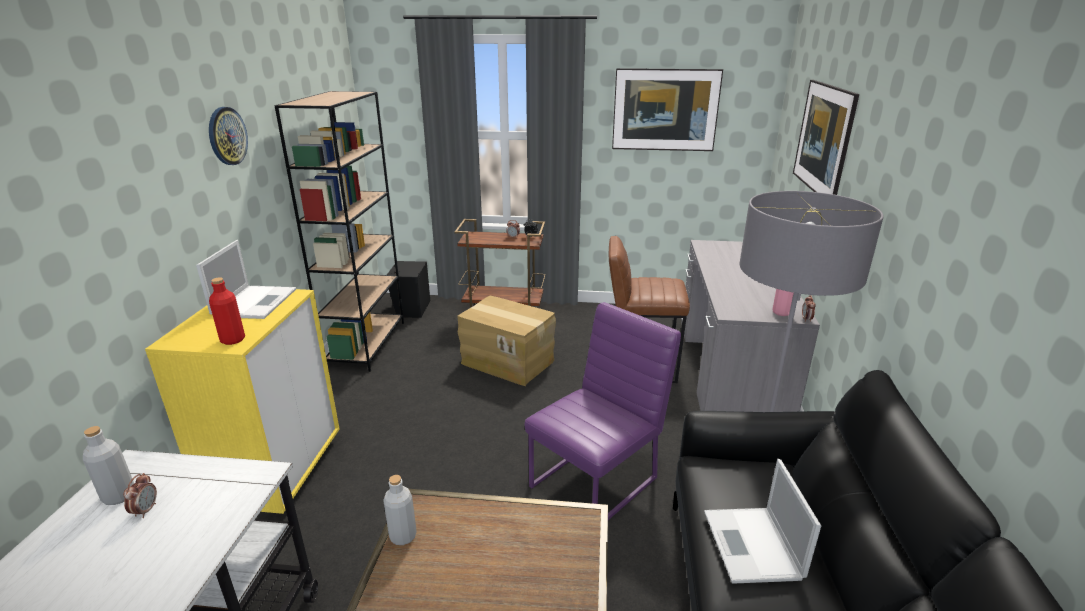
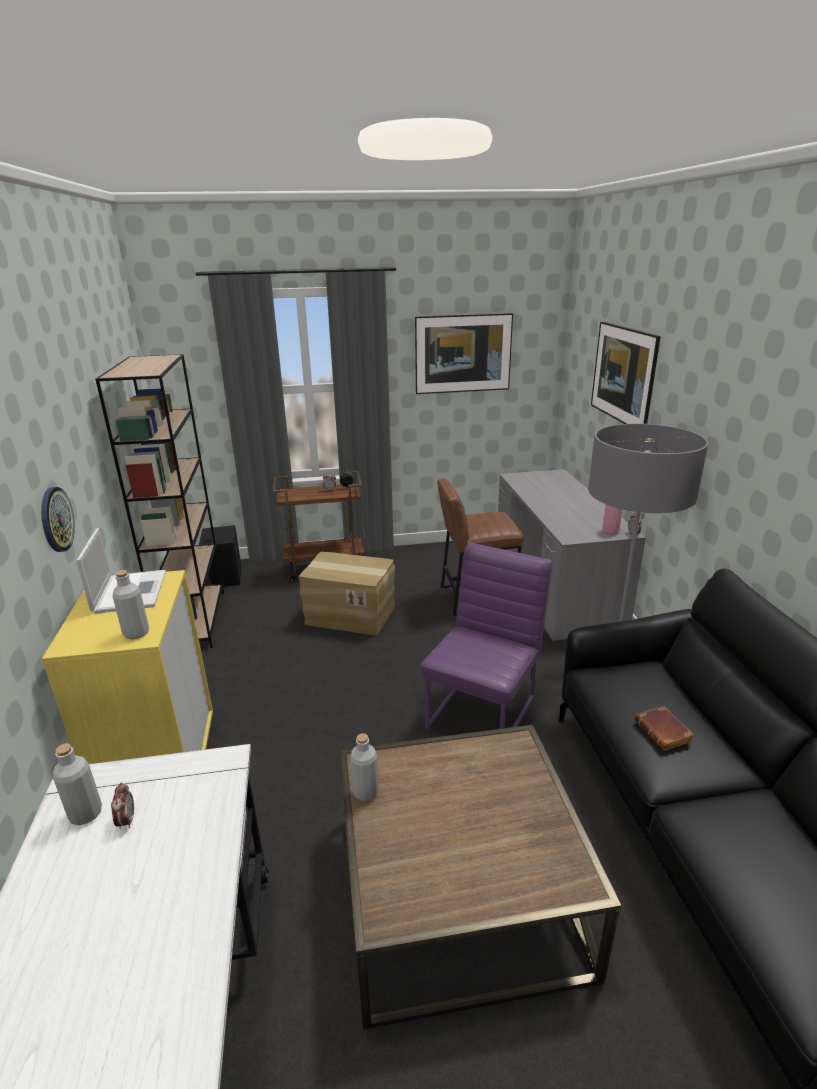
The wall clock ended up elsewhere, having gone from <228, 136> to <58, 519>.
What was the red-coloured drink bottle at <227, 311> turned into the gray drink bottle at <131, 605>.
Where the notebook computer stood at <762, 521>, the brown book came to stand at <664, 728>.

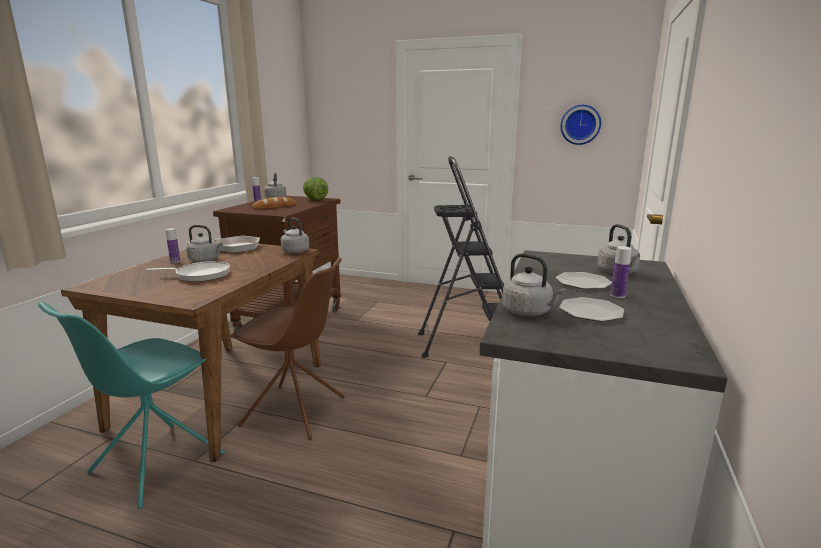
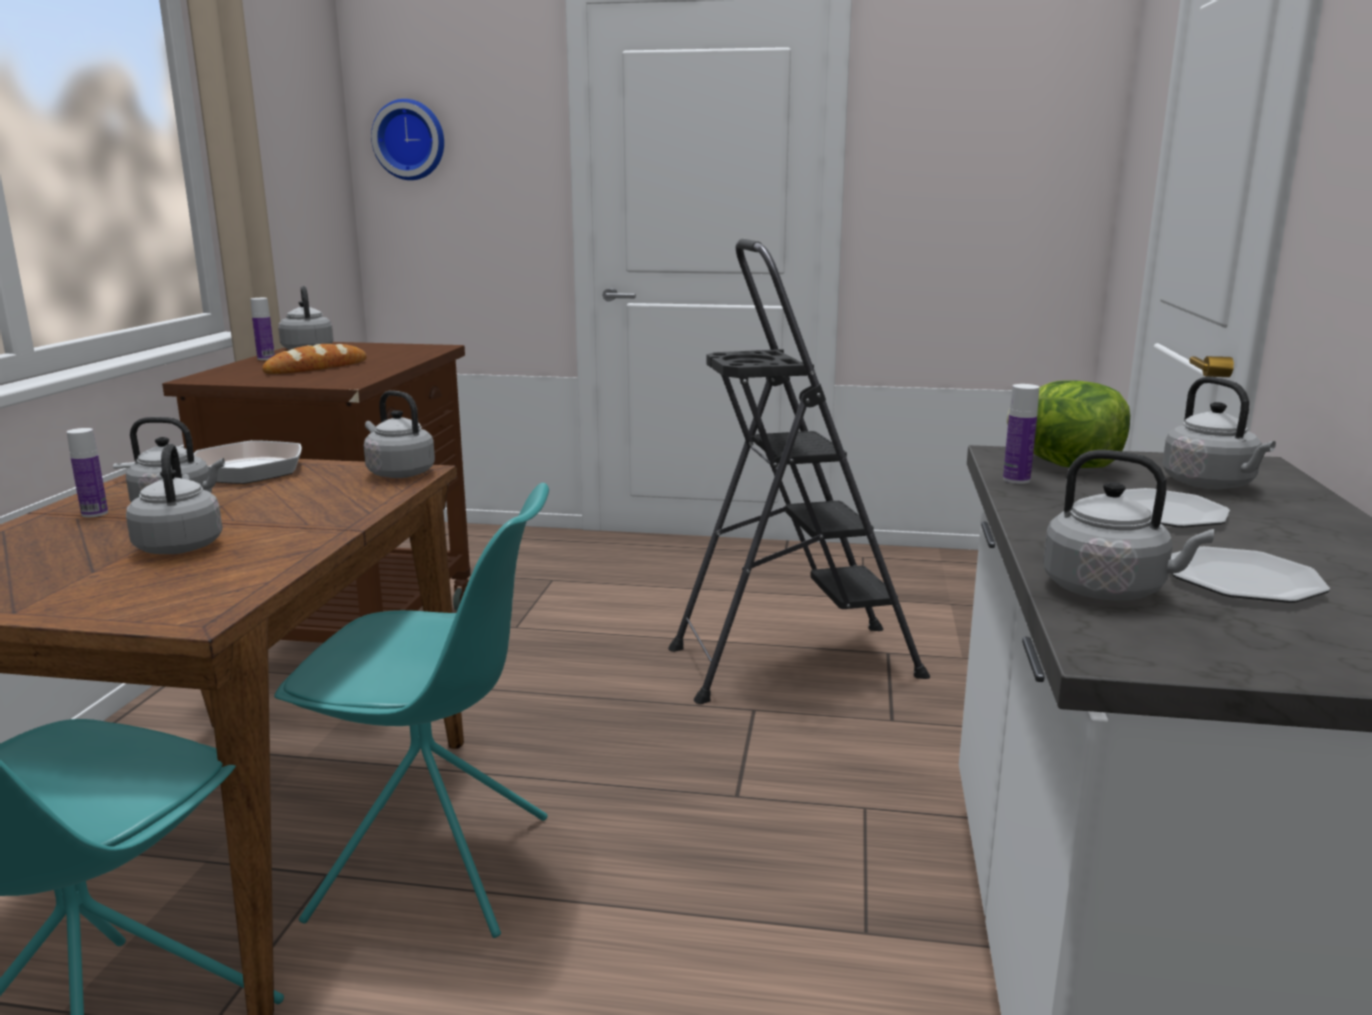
Where the frying pan stood at <188, 271>, the gray kettle came to stand at <174, 498>.
What was the brown plain chair at <287, 349> turned into the turquoise-coloured plain chair at <411, 710>.
The lettuce ended up elsewhere, having gone from <315, 188> to <1068, 424>.
The wall clock ended up elsewhere, having gone from <580, 125> to <407, 139>.
The drink bottle ended up elsewhere, having gone from <621, 272> to <1021, 434>.

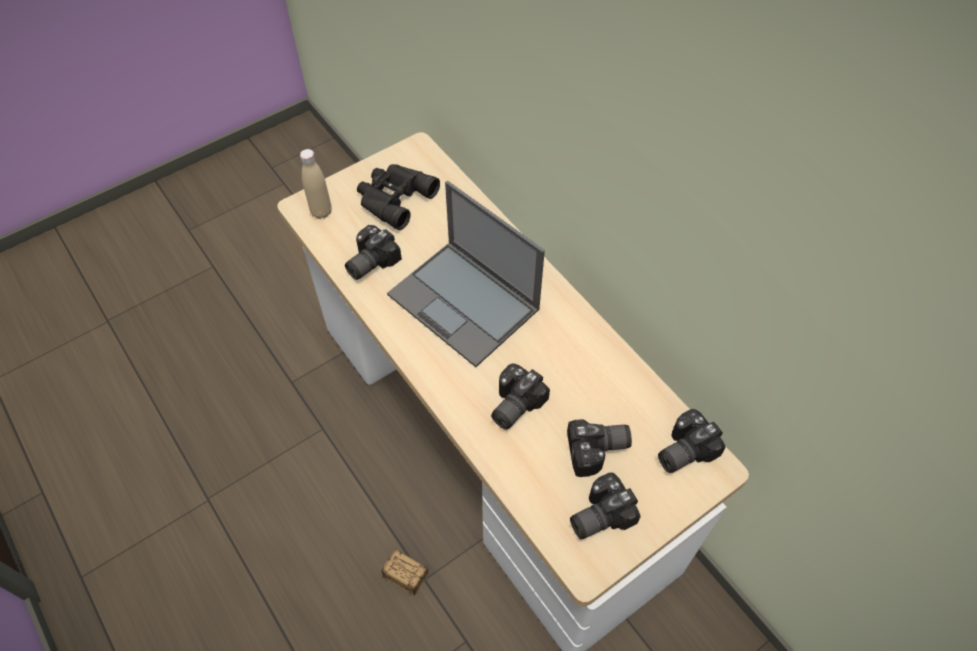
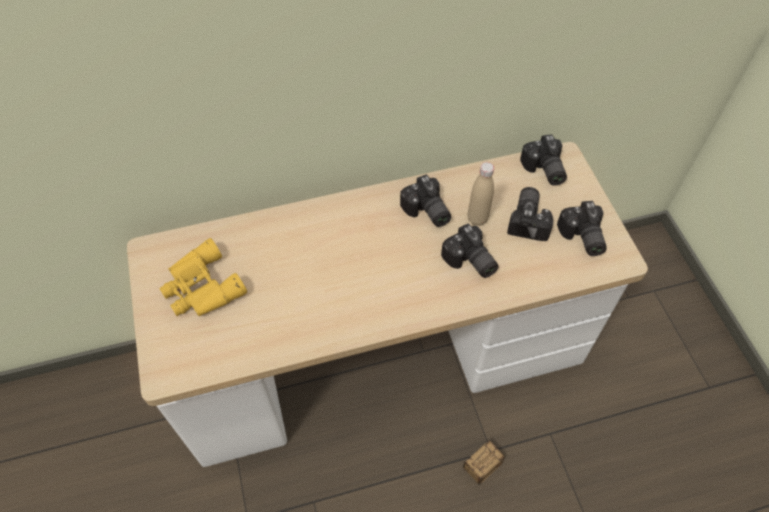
The beige-coloured drink bottle ended up elsewhere, having gone from <316, 184> to <481, 194>.
The still camera ended up elsewhere, having gone from <373, 252> to <425, 200>.
What was the black-coloured binoculars at <398, 197> turned into the yellow binoculars at <203, 277>.
The second view lost the notebook computer at <466, 274>.

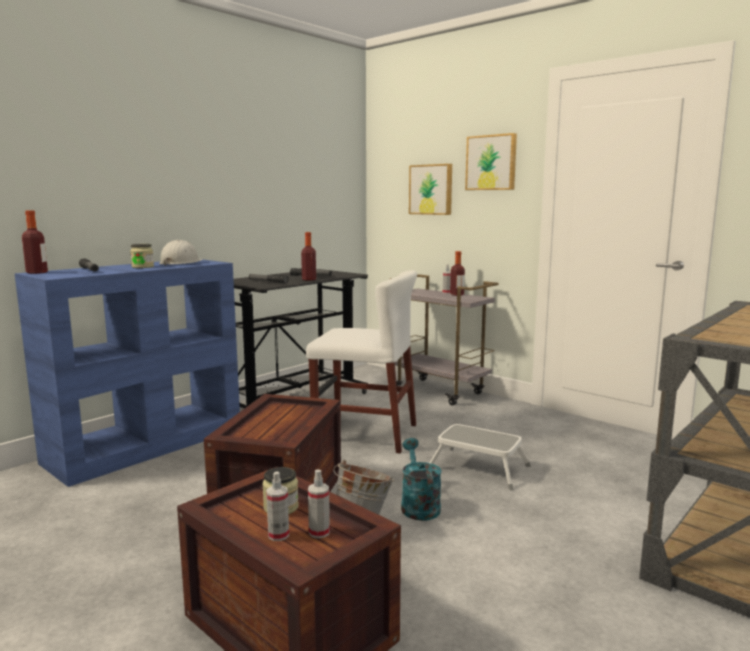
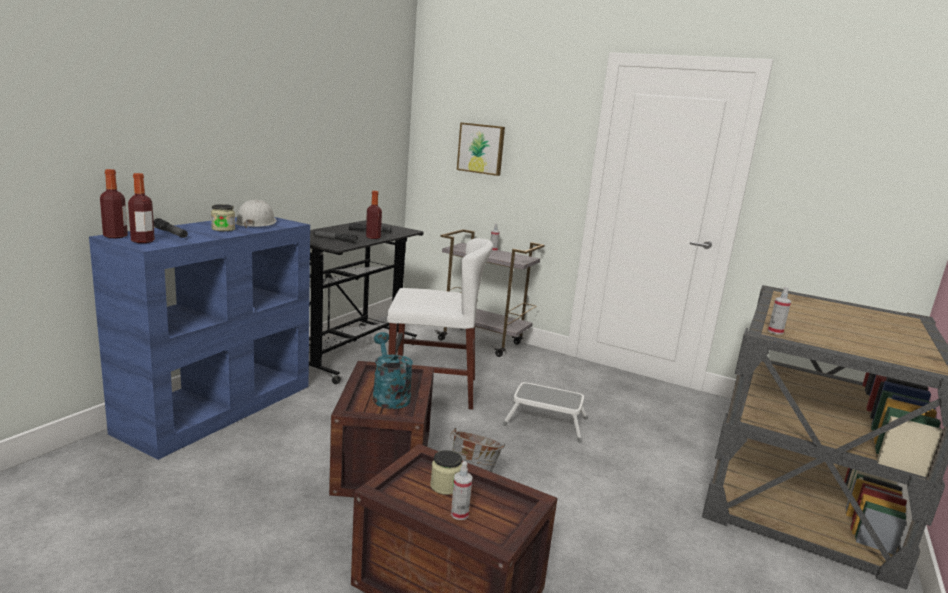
The hand sprayer ended up elsewhere, having gone from <319, 504> to <779, 311>.
The turquoise-coloured sprinkling can ended up elsewhere, having gone from <421, 479> to <393, 370>.
The drink bottle ended up elsewhere, having gone from <457, 273> to <141, 208>.
The second view lost the picture at <491, 161>.

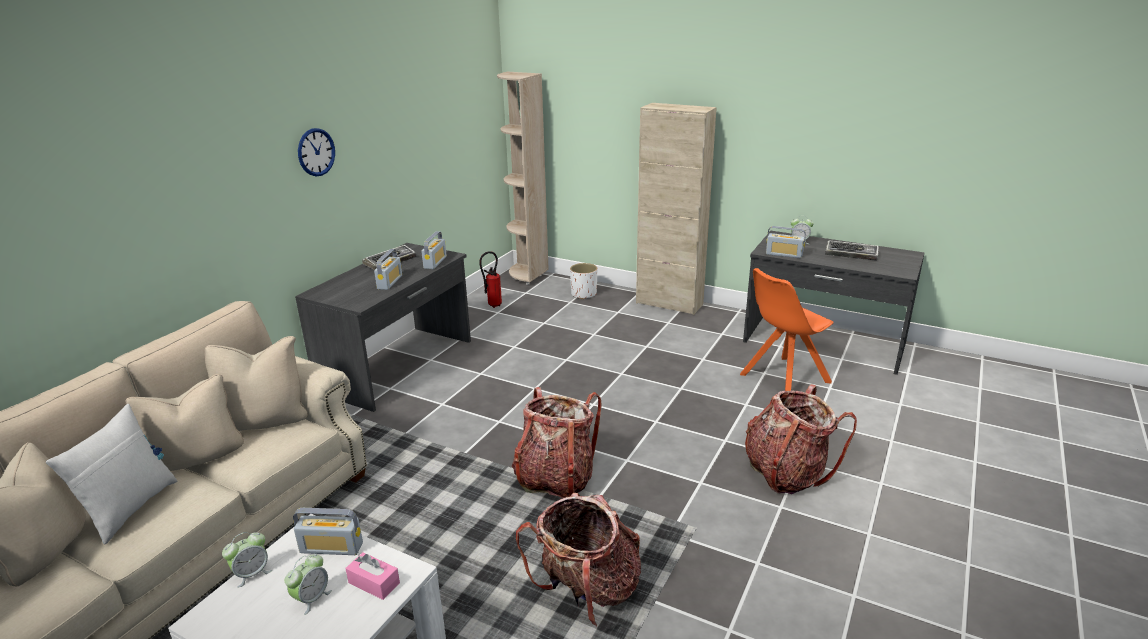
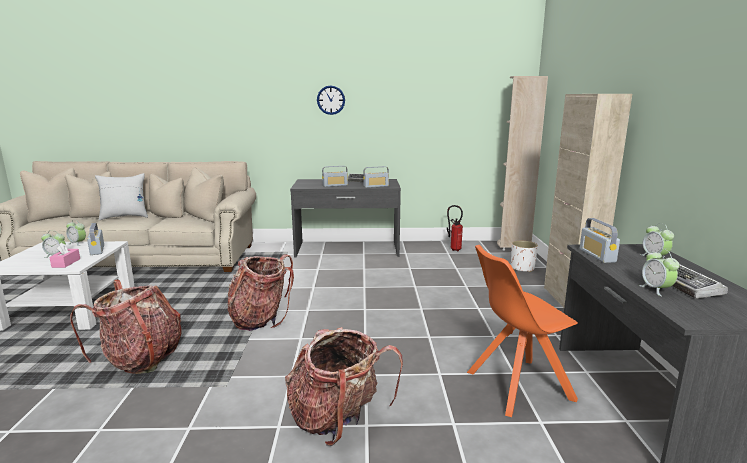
The orangey plain chair at <787, 329> ended up facing another way, 45 degrees counterclockwise from before.
The second view gained the alarm clock at <659, 272>.

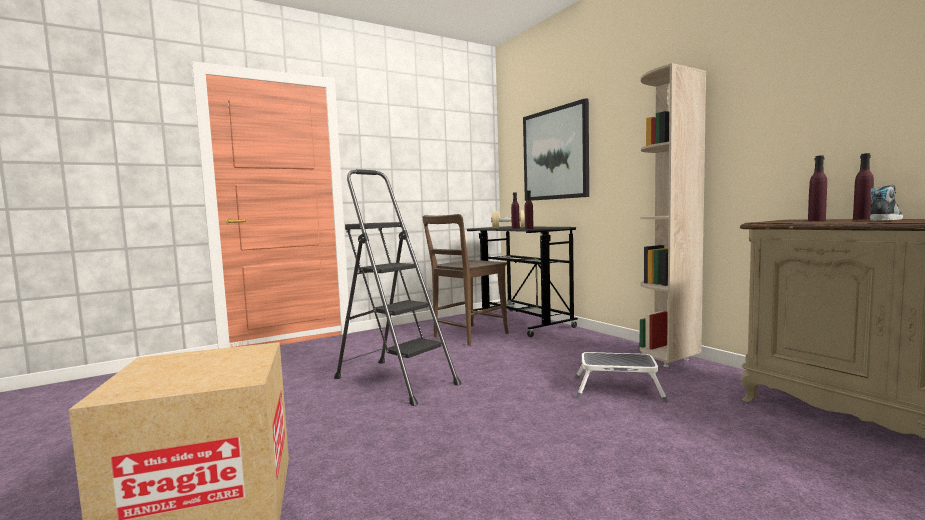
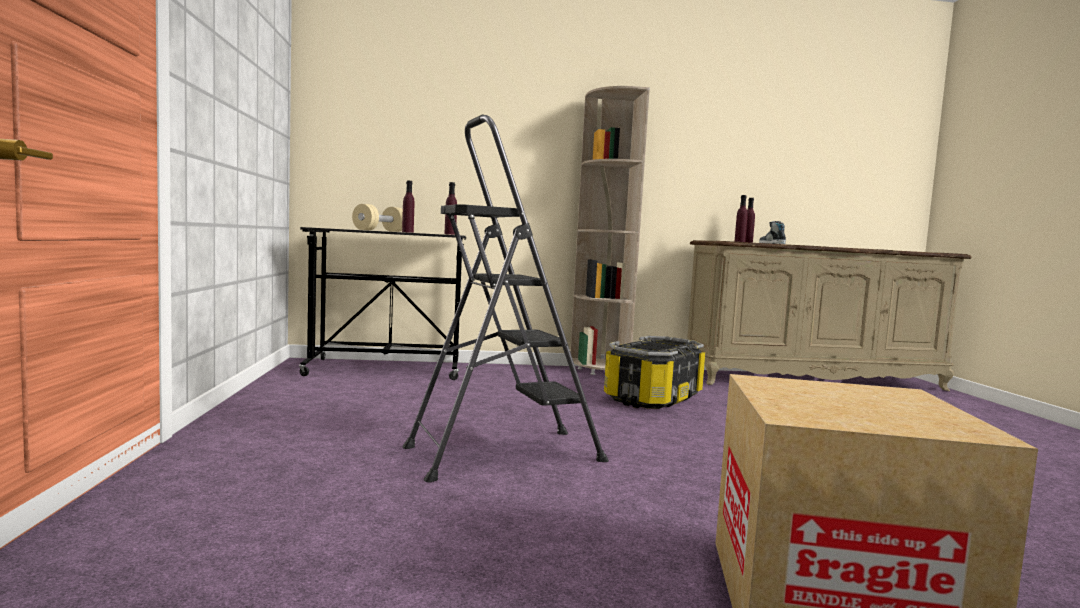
The second view lost the brown plain chair at <466, 280>.
The second view lost the picture at <556, 149>.
Where the gray stepladder stood at <622, 377>, the storage bin came to stand at <654, 372>.

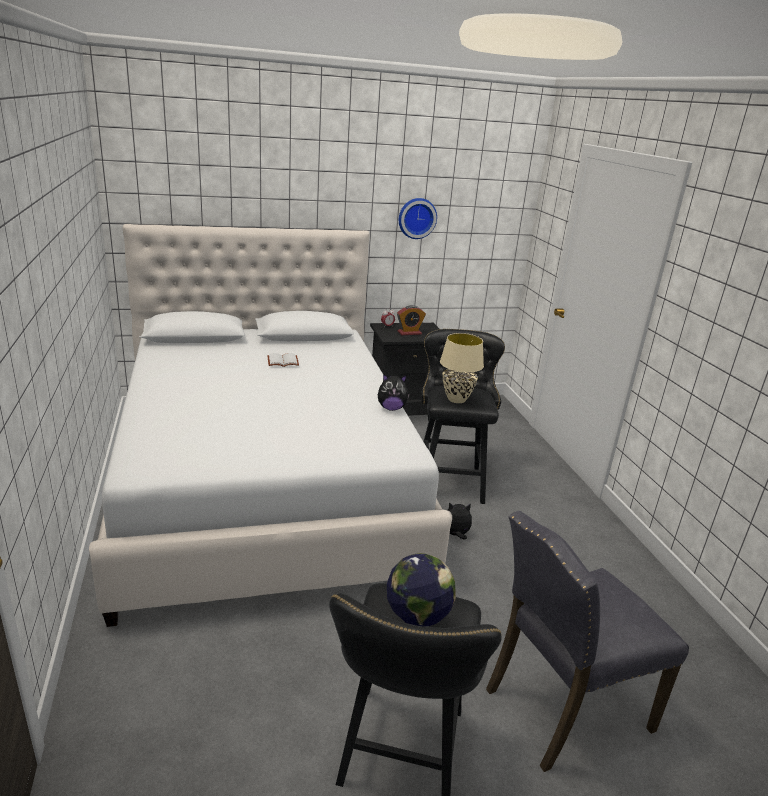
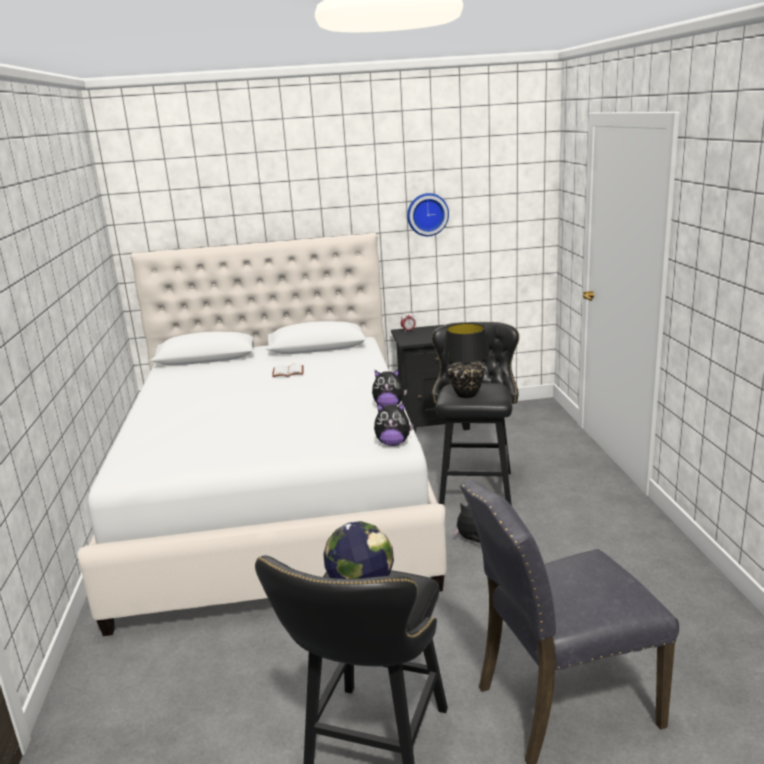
The second view lost the alarm clock at <411, 320>.
What was the beige-coloured lamp for a table at <462, 368> turned into the black-coloured lamp for a table at <466, 360>.
The second view gained the cuddly toy at <394, 424>.

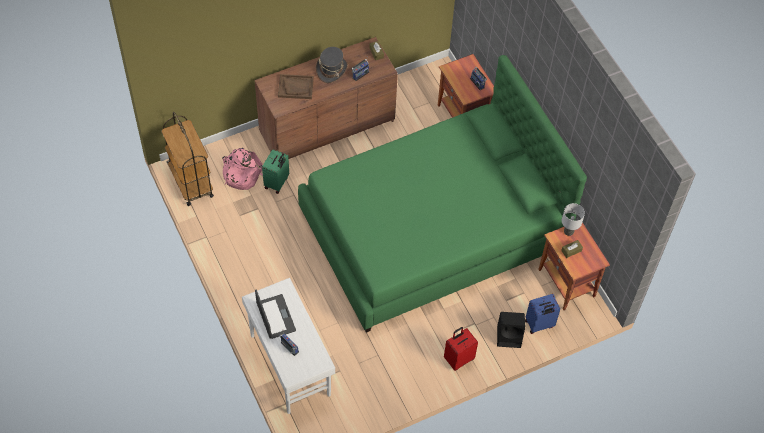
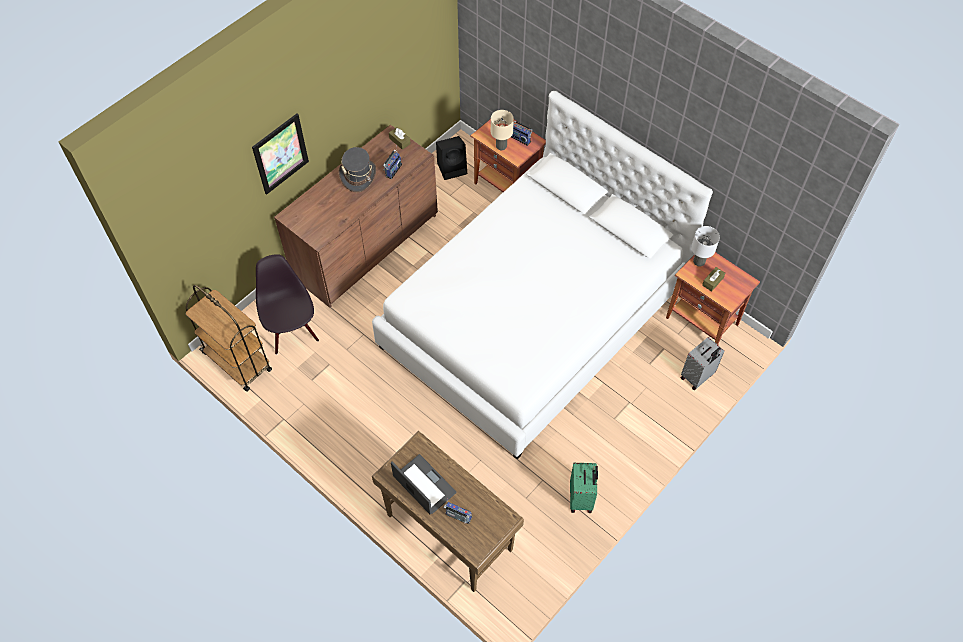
Where the pink rucksack stood at <242, 169>, the black-coloured plain chair came to stand at <287, 304>.
What was the whitish narrow table at <288, 346> turned into the brown narrow table at <448, 511>.
The green-coloured travel case ended up elsewhere, having gone from <275, 171> to <584, 488>.
The second view lost the brown carrying tray at <296, 86>.
What was the green-coloured sleeping bed at <442, 194> turned into the whitish sleeping bed at <542, 275>.
The second view lost the red-coloured travel case at <461, 349>.
The black-coloured loudspeaker ended up elsewhere, having gone from <511, 330> to <451, 158>.
What was the bluish travel case at <542, 314> turned into the gray travel case at <702, 363>.
The second view gained the picture at <280, 154>.
The second view gained the beige-coloured lamp for a table at <502, 130>.

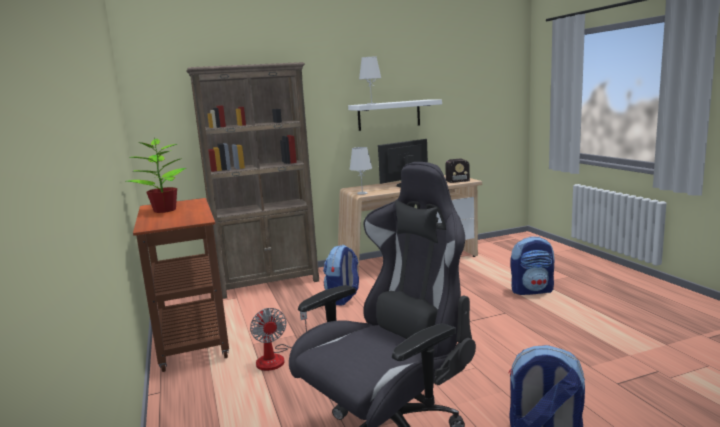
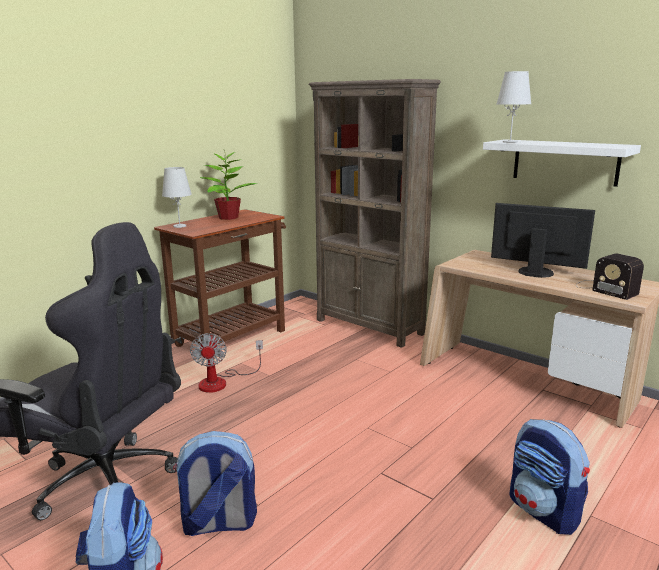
The fan at <278, 339> ended up facing another way, 45 degrees counterclockwise from before.
The rucksack ended up elsewhere, having gone from <341, 275> to <215, 483>.
The whitish lamp for a table ended up elsewhere, having gone from <360, 171> to <177, 197>.

